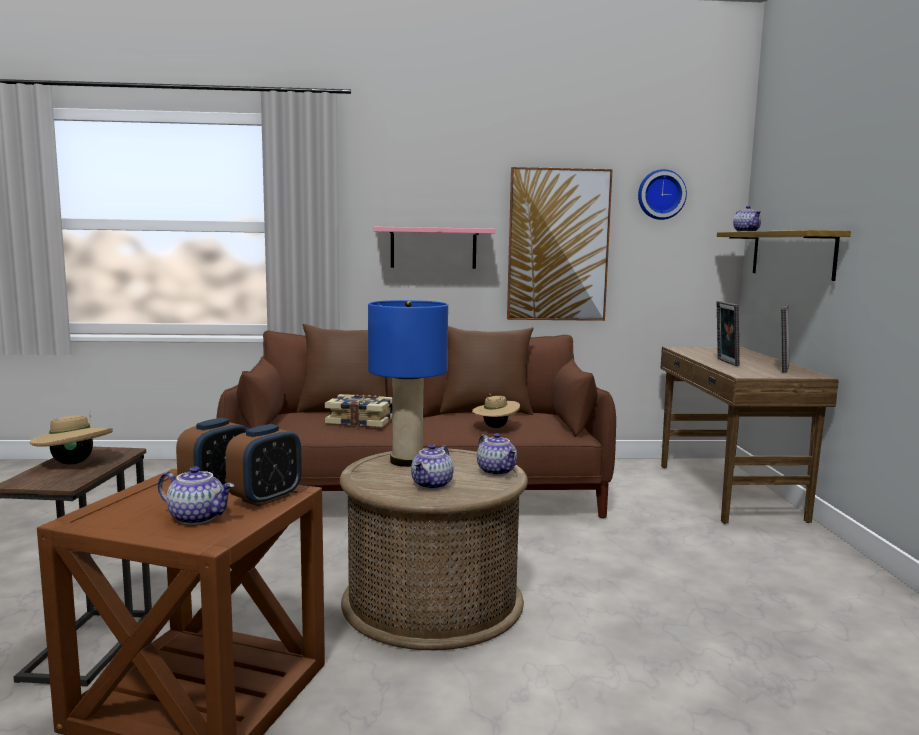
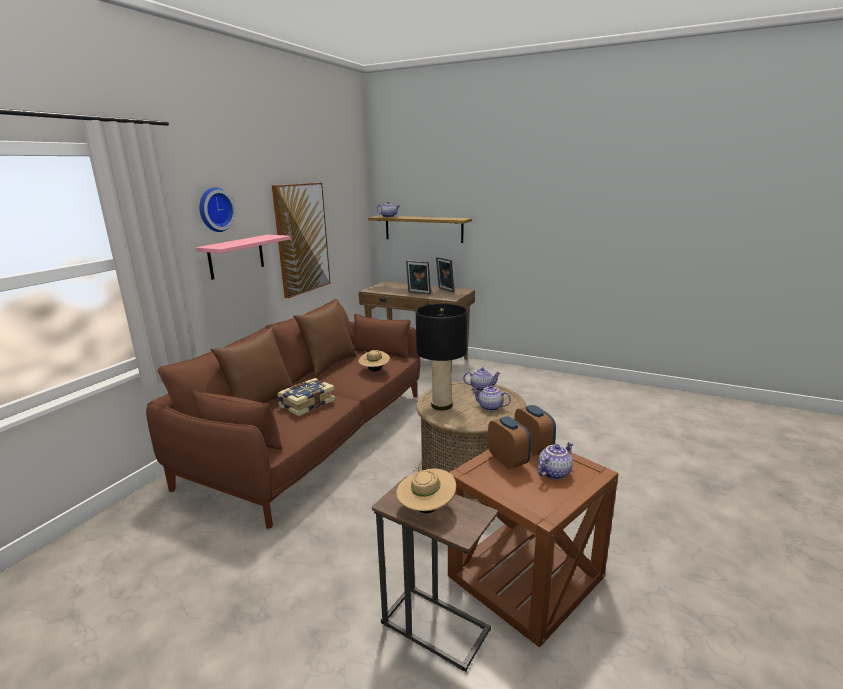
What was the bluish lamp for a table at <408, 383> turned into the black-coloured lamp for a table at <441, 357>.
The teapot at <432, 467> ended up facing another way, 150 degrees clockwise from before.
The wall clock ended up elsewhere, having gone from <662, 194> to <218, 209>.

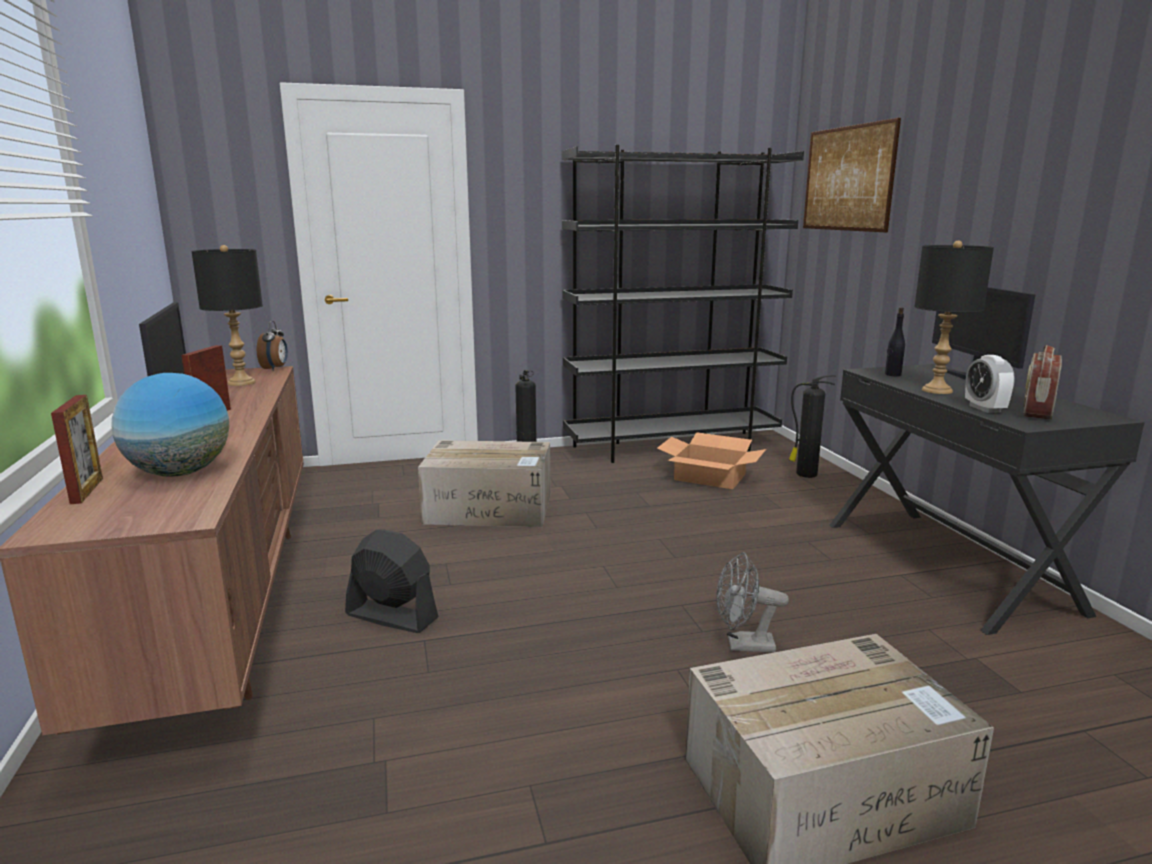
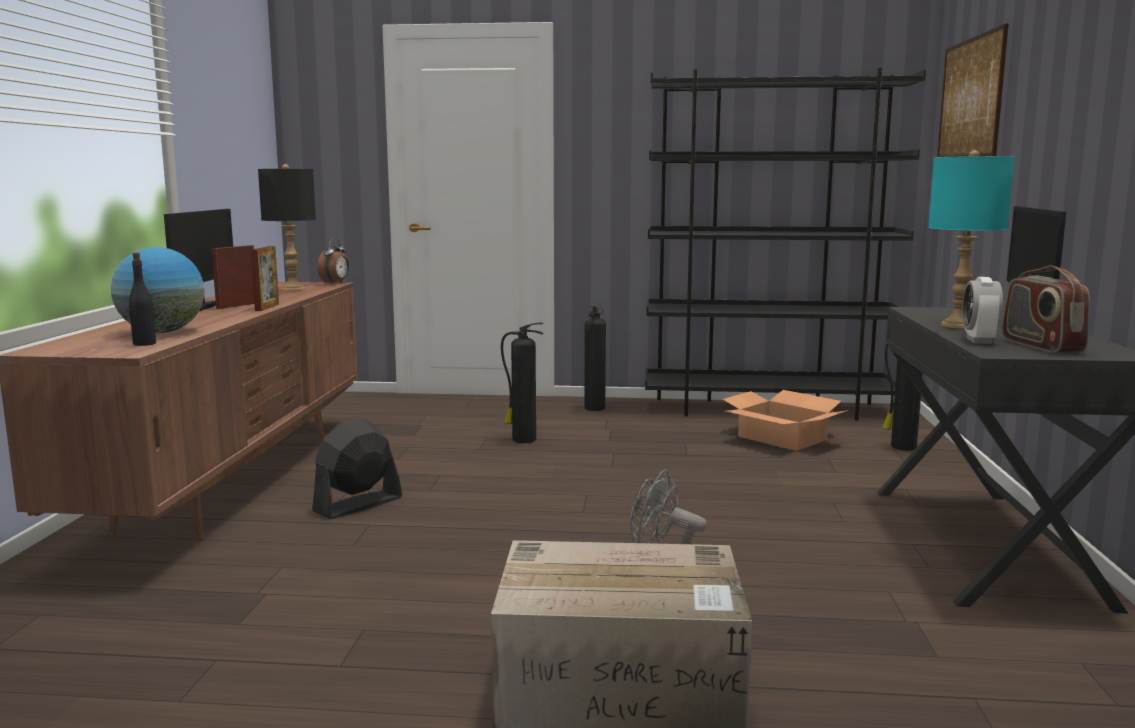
The photo frame ended up elsewhere, having gone from <77, 449> to <265, 278>.
The black-coloured fan at <392, 581> ended up facing another way, 90 degrees counterclockwise from before.
Where the cardboard box stood at <484, 483>, the extinguisher came to stand at <522, 383>.
The black-coloured drink bottle ended up elsewhere, having gone from <895, 341> to <142, 299>.
What was the black-coloured lamp for a table at <954, 317> turned into the turquoise-coloured lamp for a table at <971, 239>.
The radio at <1042, 382> ended up facing another way, 60 degrees counterclockwise from before.

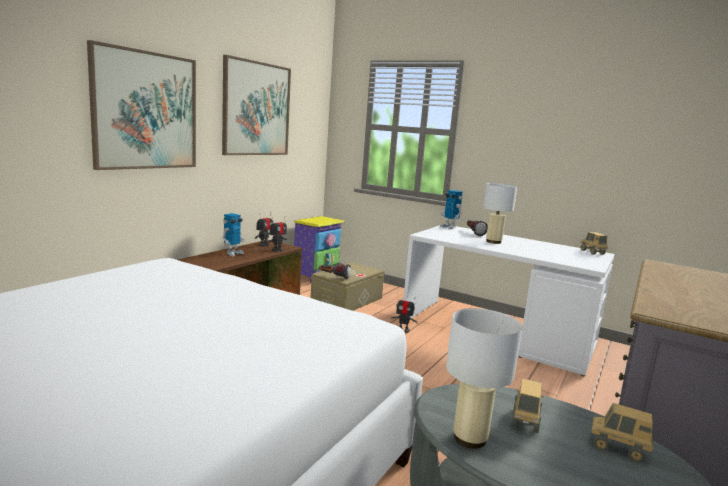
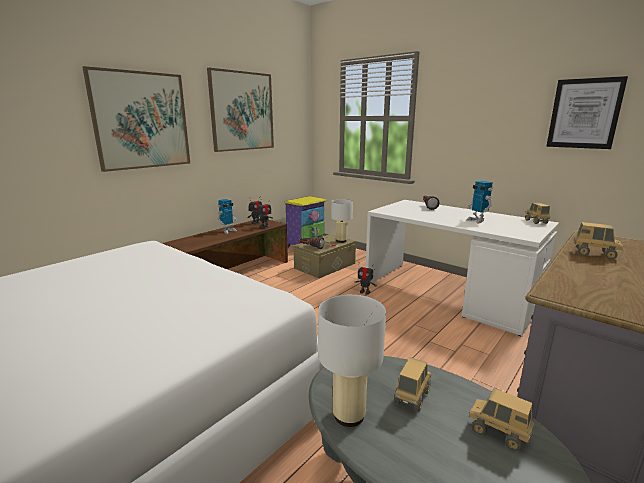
The toy robot ended up elsewhere, having gone from <451, 209> to <479, 202>.
The whitish lamp for a table ended up elsewhere, having gone from <500, 213> to <342, 221>.
The second view gained the picture at <587, 112>.
The second view gained the toy lorry at <598, 241>.

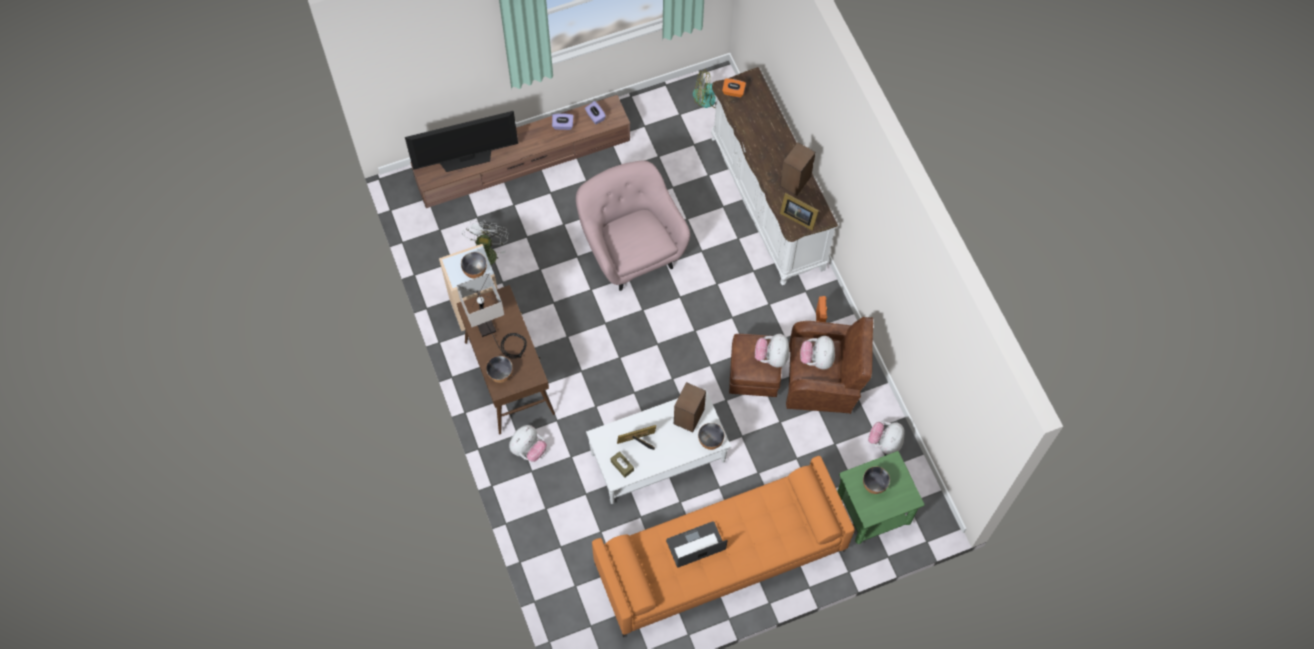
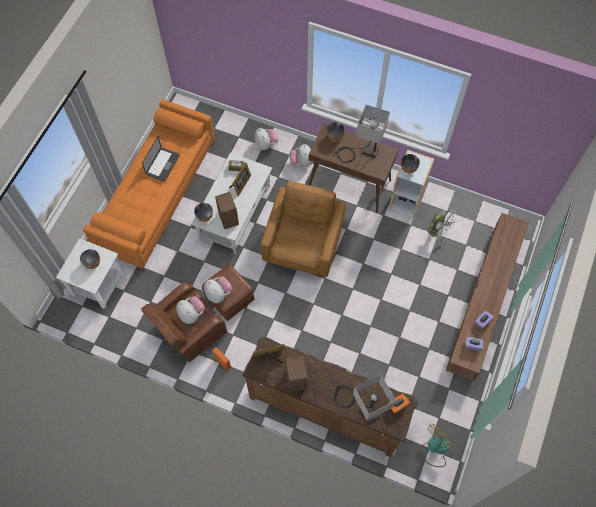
The second view lost the TV at <461, 141>.
The second view lost the pink easy chair at <633, 225>.
What was the green-coloured accent table at <881, 497> turned into the whitish accent table at <90, 273>.
The cuddly toy ended up elsewhere, having gone from <886, 438> to <266, 139>.
The second view gained the brown easy chair at <303, 229>.
The second view gained the lamp for a table at <365, 398>.

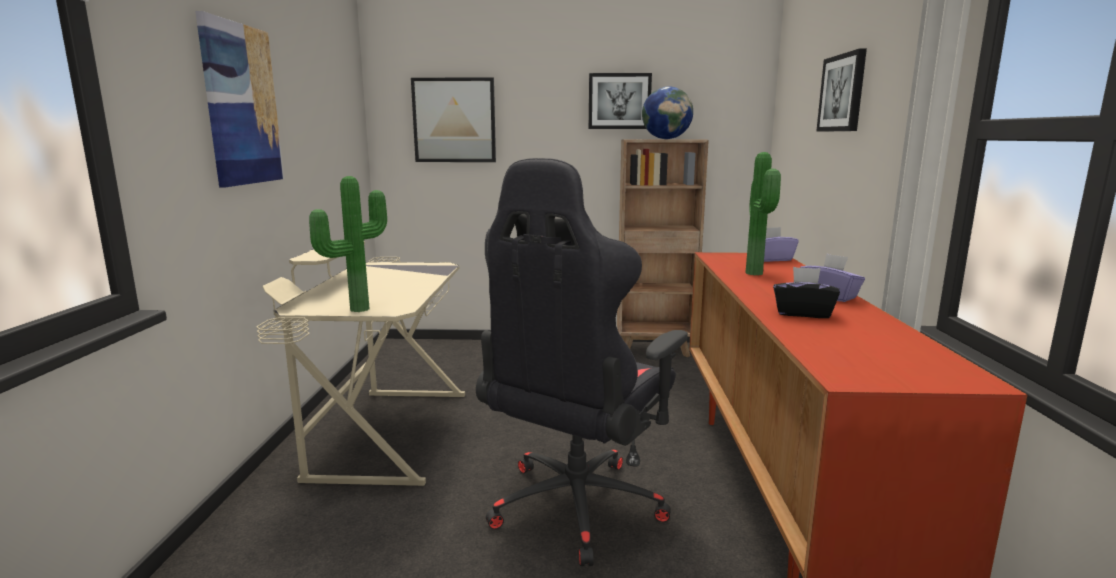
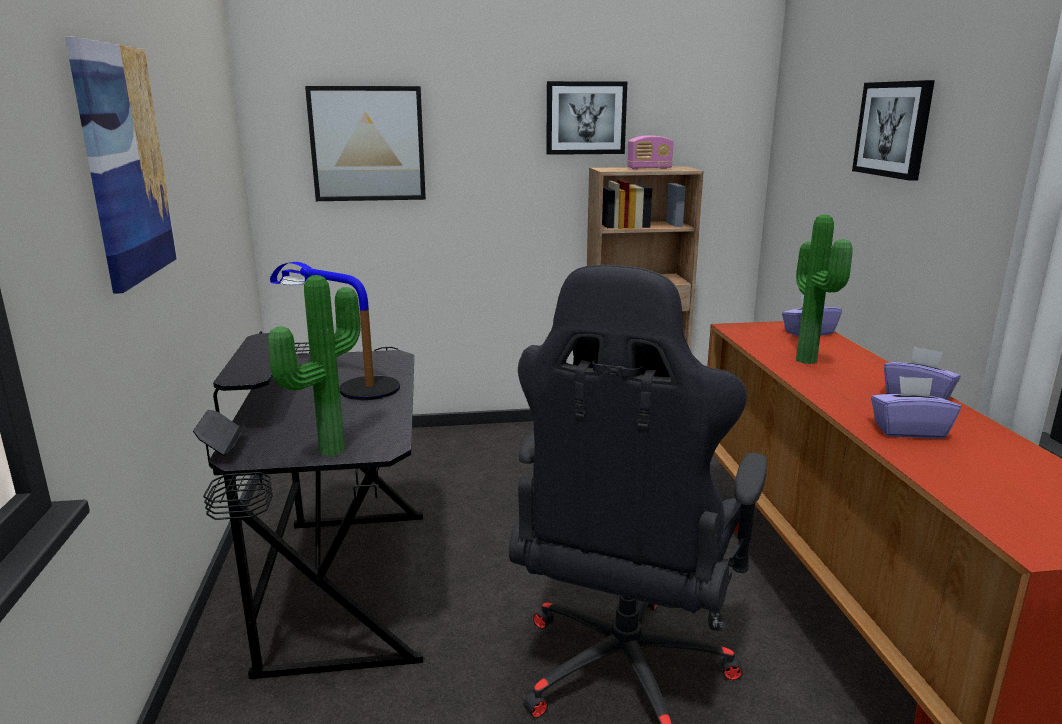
What was the beige-coloured desk at <361, 363> turned into the black-coloured desk at <308, 505>.
Where the globe stood at <667, 112>, the radio came to stand at <650, 152>.
What was the black-coloured box of tissues at <806, 292> turned into the purple-coloured box of tissues at <916, 407>.
The second view gained the lamp for a table at <335, 331>.

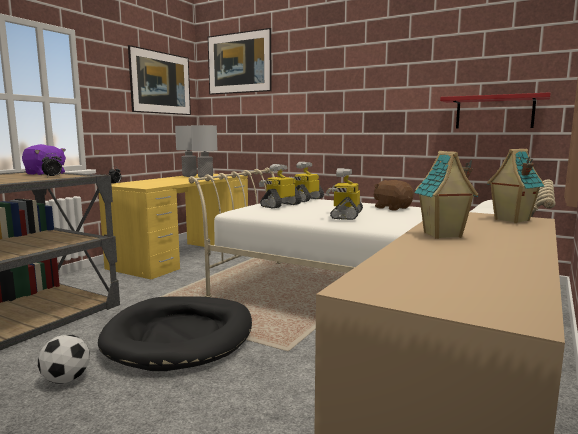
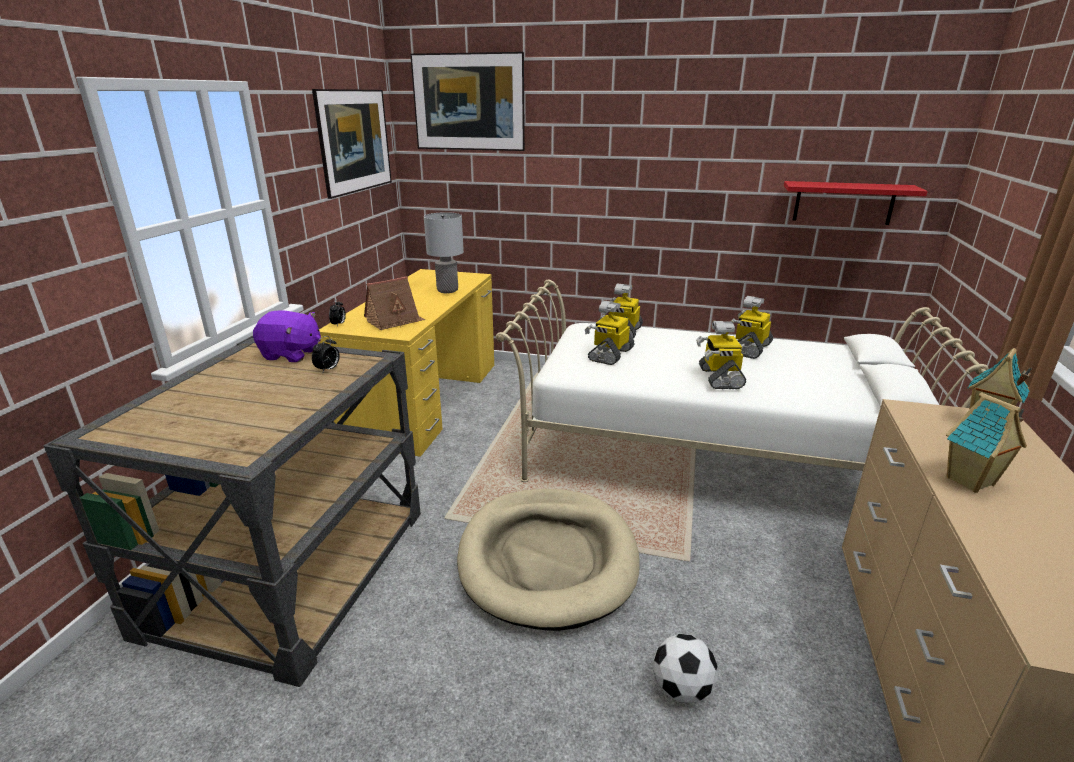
The football ball ended up elsewhere, having gone from <64, 359> to <685, 669>.
What was the black-coloured dog bed at <175, 333> turned into the beige-coloured dog bed at <548, 560>.
The second view lost the gray lamp for a table at <186, 151>.
Where the brown cuddly toy stood at <394, 195>, the toy robot came to stand at <752, 327>.
The second view gained the miniature house at <394, 303>.

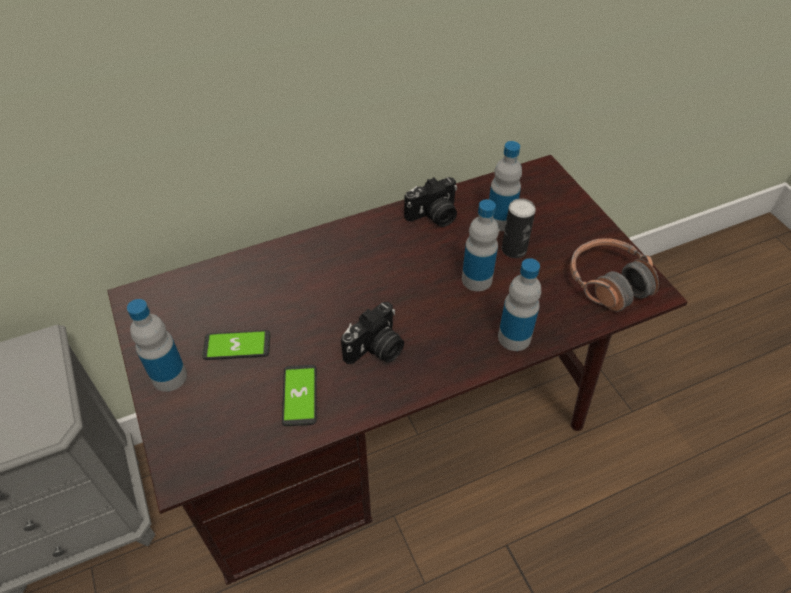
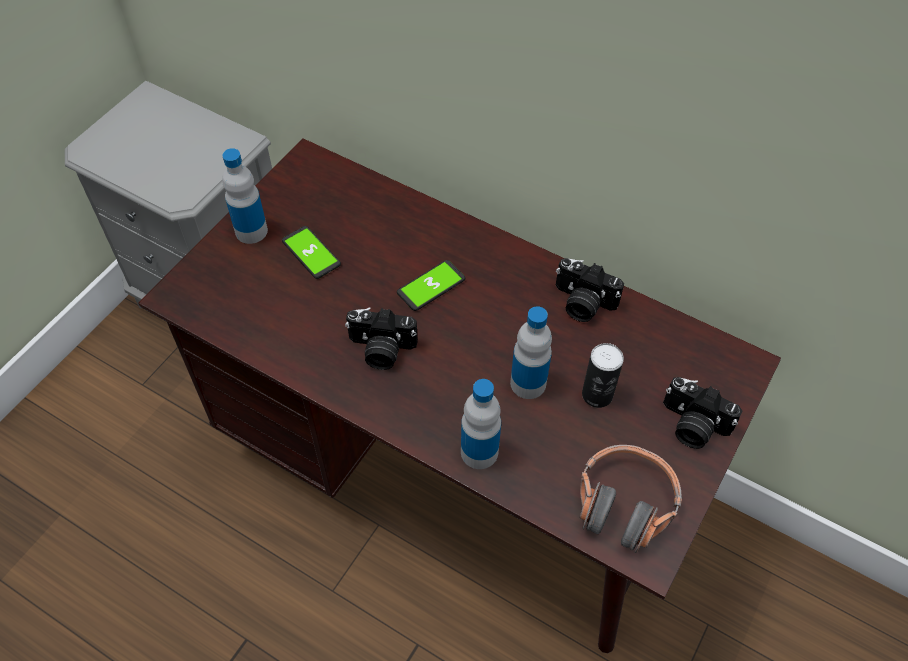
The telephone ended up elsewhere, having gone from <299, 395> to <431, 285>.
The second view lost the drink bottle at <505, 186>.
The second view gained the still camera at <703, 413>.

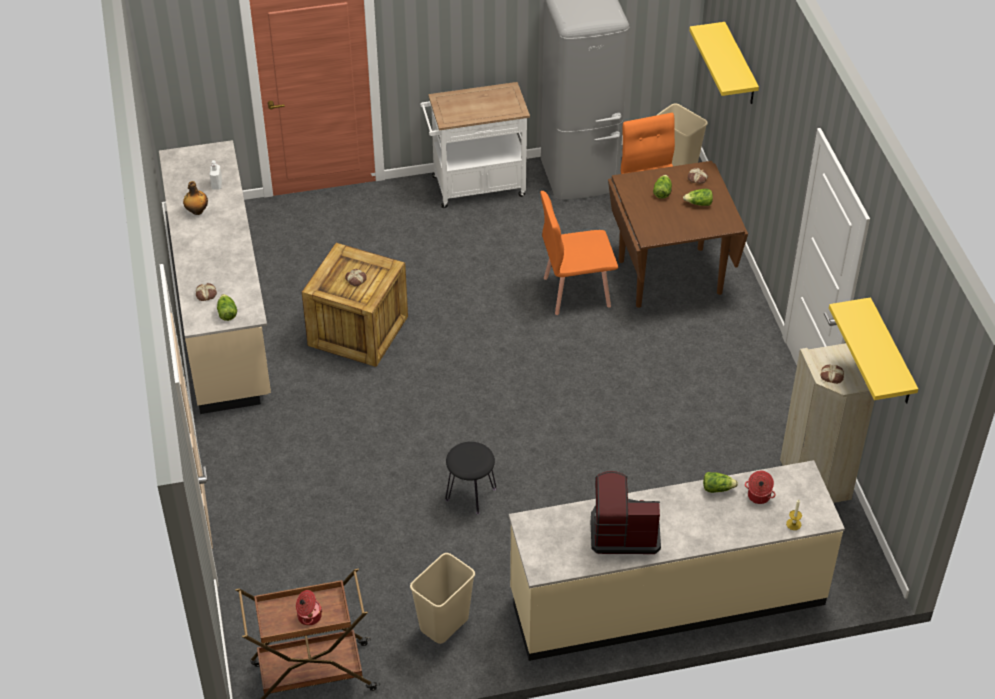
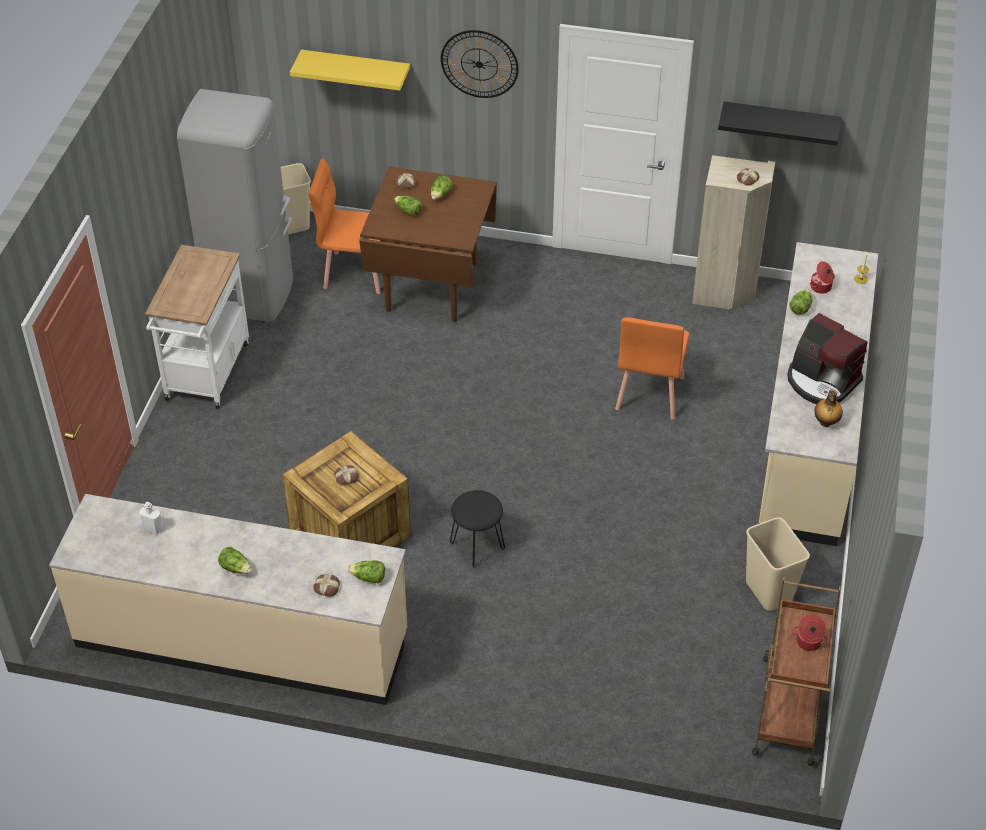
The drink bottle ended up elsewhere, having gone from <195, 198> to <828, 408>.
The black-coloured stool seat ended up elsewhere, having gone from <470, 478> to <477, 529>.
The orangey plain chair ended up elsewhere, having gone from <579, 253> to <652, 368>.
The coffee machine at <626, 512> ended up facing another way, 75 degrees counterclockwise from before.
What was the yellow bracket shelf at <873, 350> turned into the black-coloured bracket shelf at <779, 124>.
The second view gained the lettuce at <235, 560>.
The second view gained the wall clock at <480, 64>.

